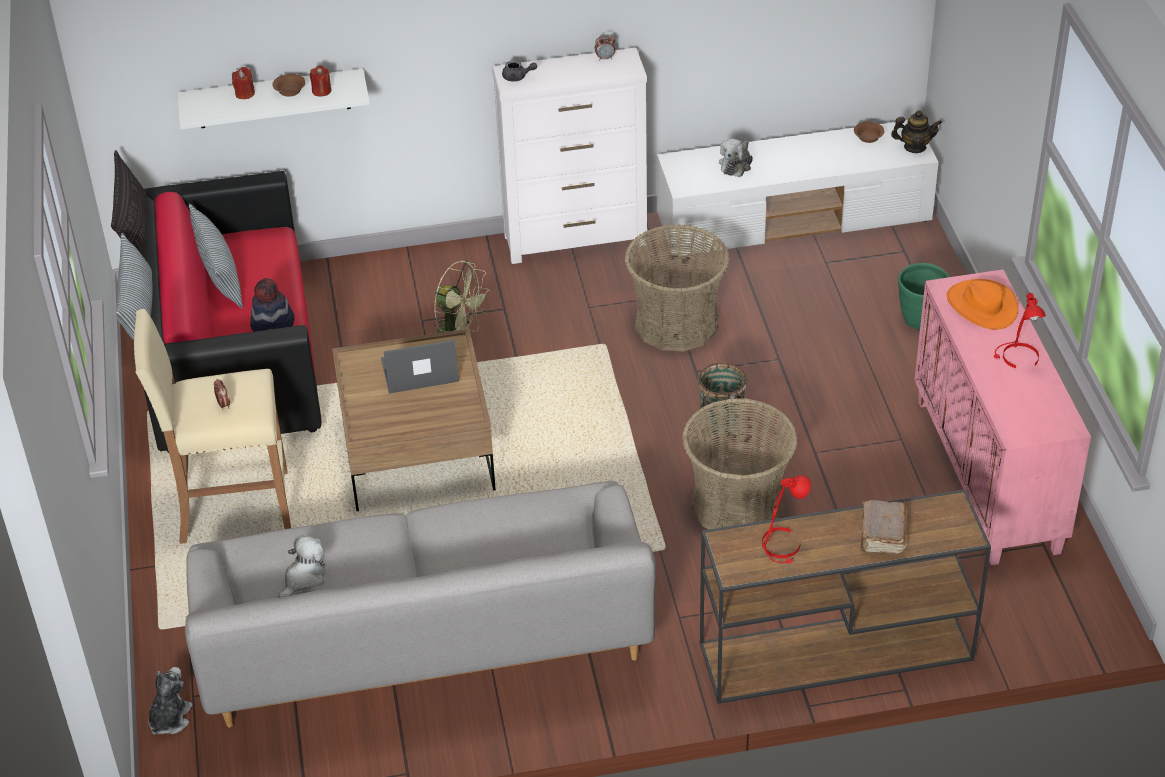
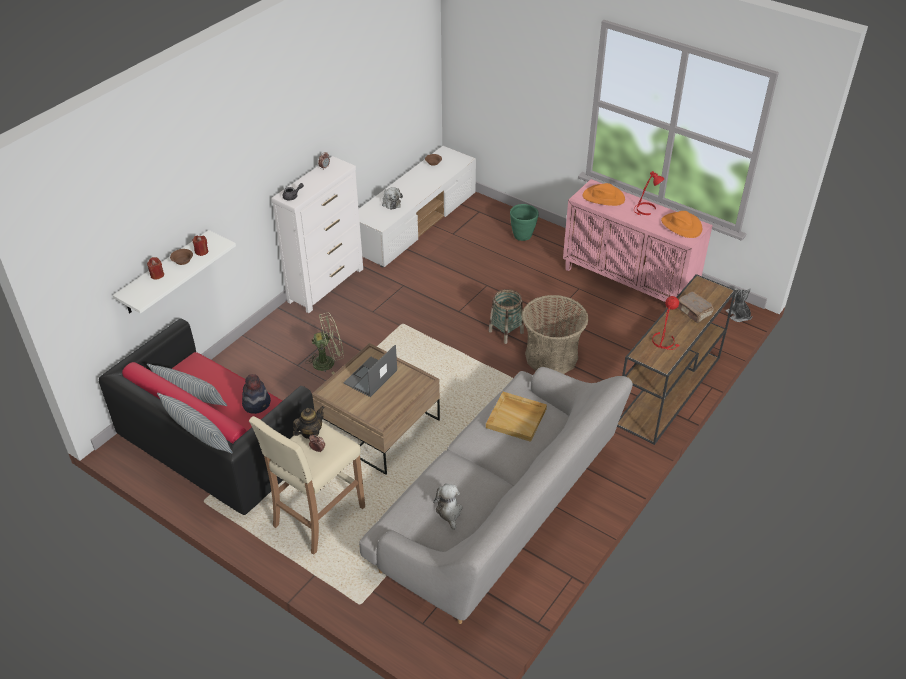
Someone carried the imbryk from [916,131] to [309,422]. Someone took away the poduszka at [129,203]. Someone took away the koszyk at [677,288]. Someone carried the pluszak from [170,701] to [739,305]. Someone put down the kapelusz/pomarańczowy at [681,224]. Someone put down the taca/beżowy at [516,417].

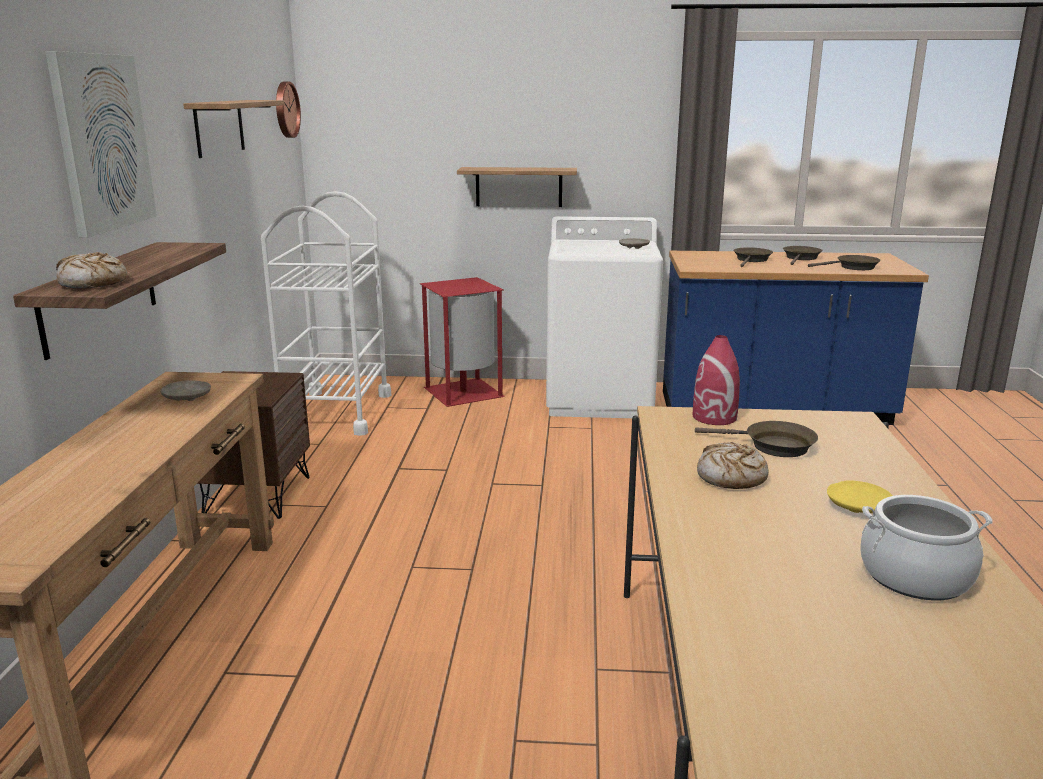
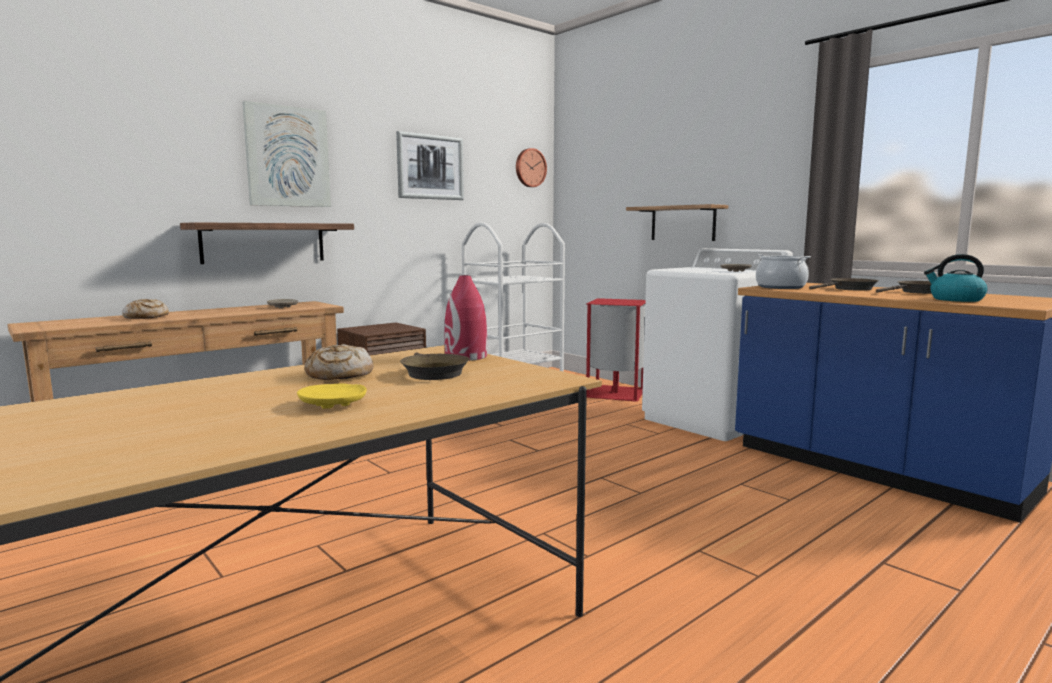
Someone swapped the półka at [234,129] for the obraz at [430,165]. Someone carried the chleb from [91,270] to [145,309]. Someone swapped the patelnia/brązowy at [844,262] for the czajnik at [956,278]. Someone carried the garnek from [926,547] to [783,271].

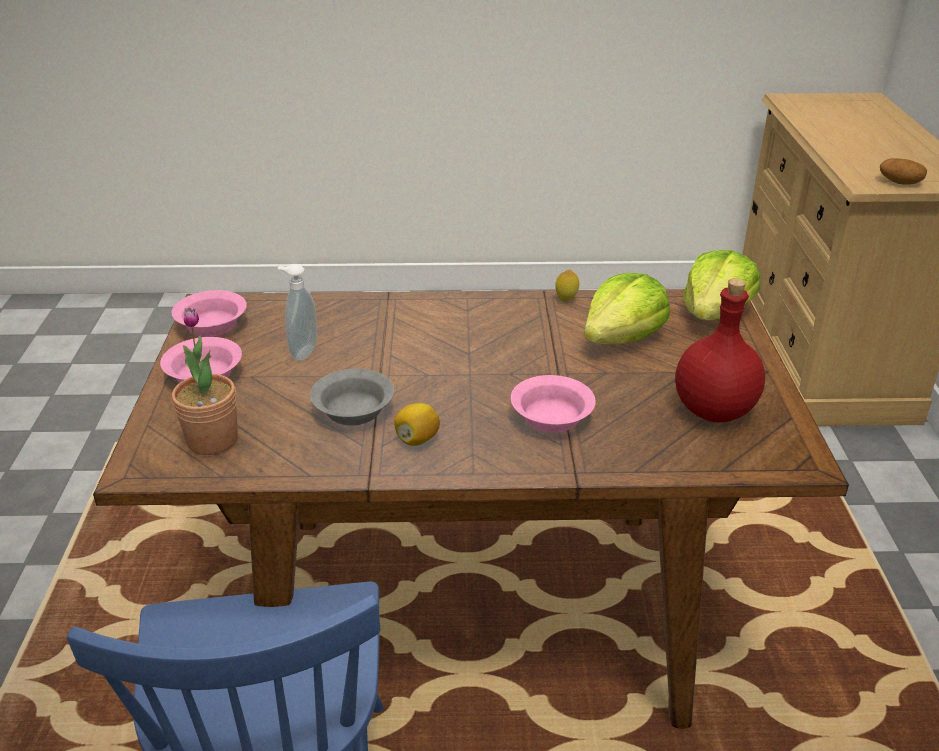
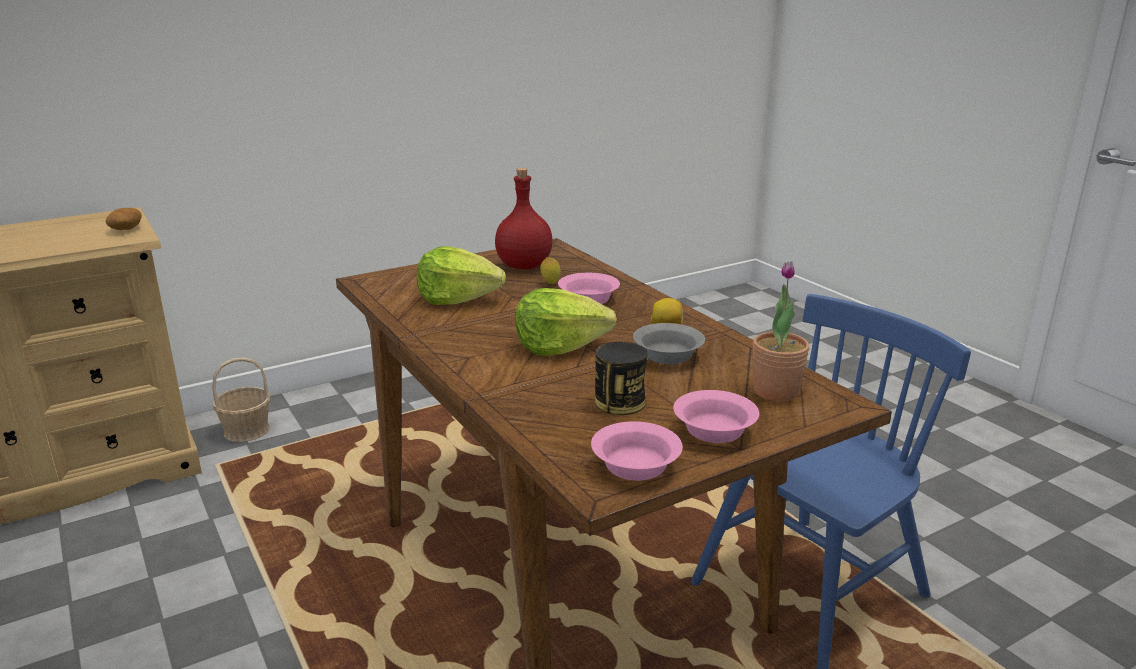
Someone carried the sałata from [721,285] to [566,322]. Someone swapped the dozownik mydła at [297,312] for the puszka at [621,378]. Someone carried the cytryna from [567,285] to [550,270]. Someone put down the koszyk at [241,399].

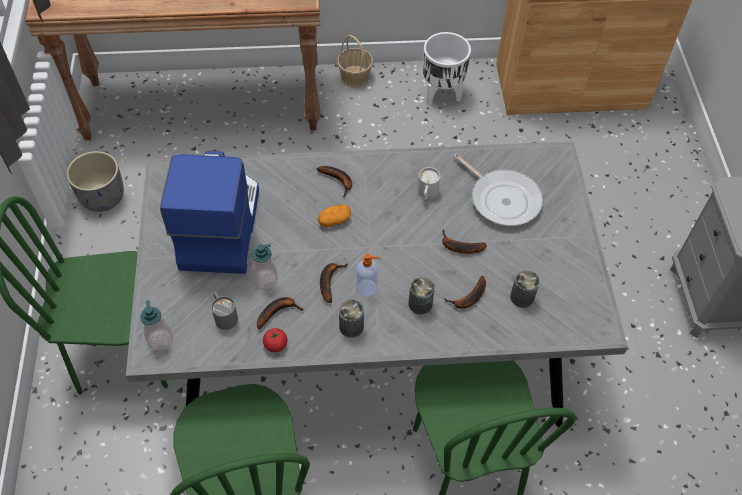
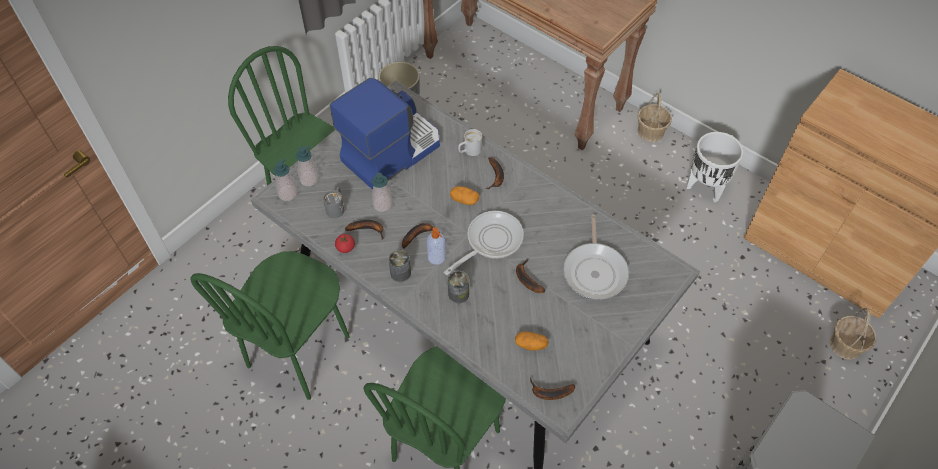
Someone carried the kubek/biały from [429,184] to [470,142]. Someone swapped the puszka at [525,289] for the ziemniak at [531,341]. Someone carried the banan from [465,292] to [553,389]. Someone put down the dozownik mydła at [307,166]. Someone put down the patelnia at [484,243]. Someone put down the koszyk at [853,334].

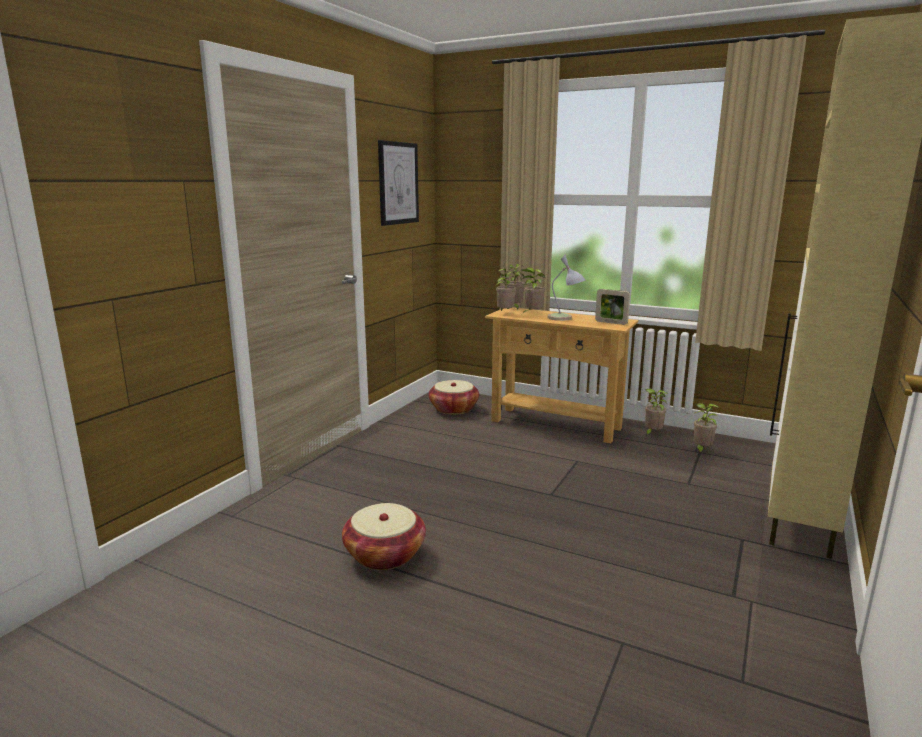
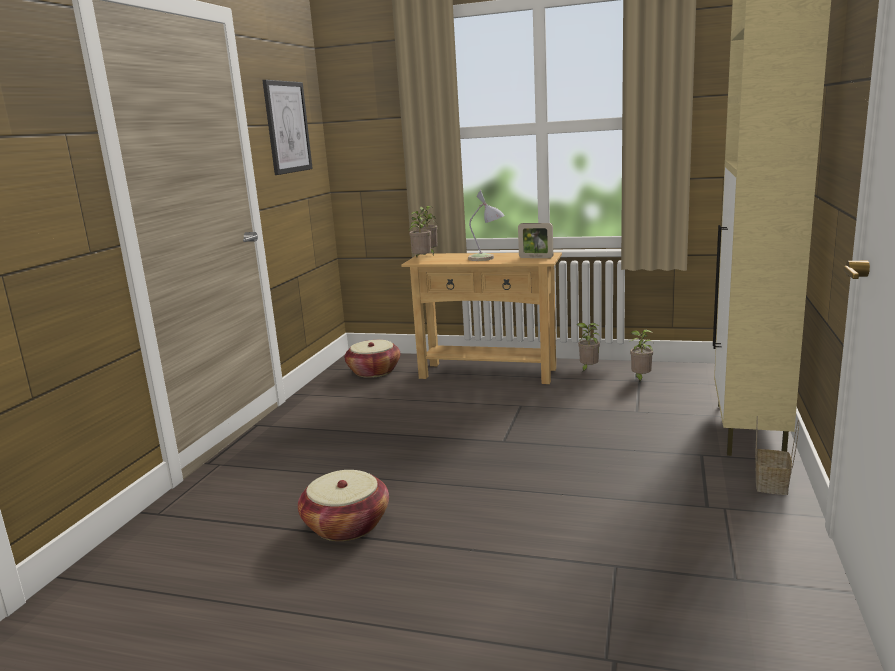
Someone took away the roślina doniczkowa at [533,290]. Someone put down the koszyk at [777,455].

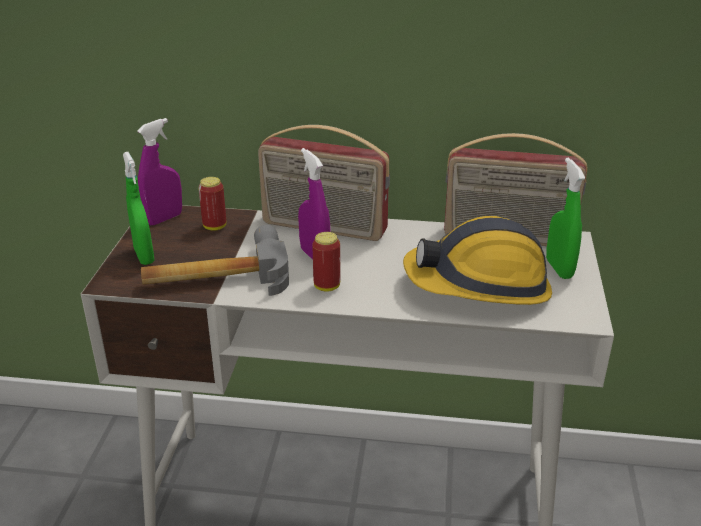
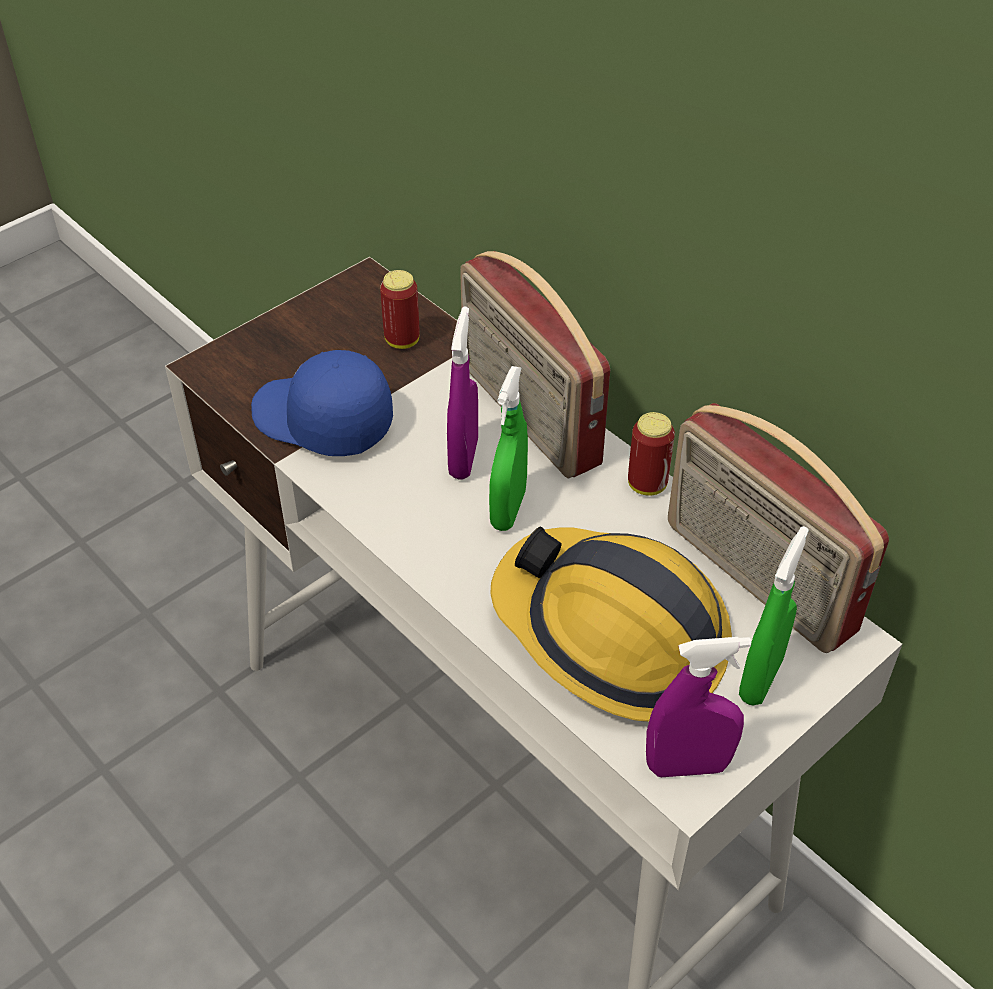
Someone carried the spryskiwacz/fioletowy from [159,171] to [698,707]. Someone carried the spryskiwacz/zielony from [138,208] to [508,448]. Someone swapped the młotek at [215,260] for the czapka z daszkiem/niebieski at [322,403]. Someone carried the puszka from [326,262] to [651,454].

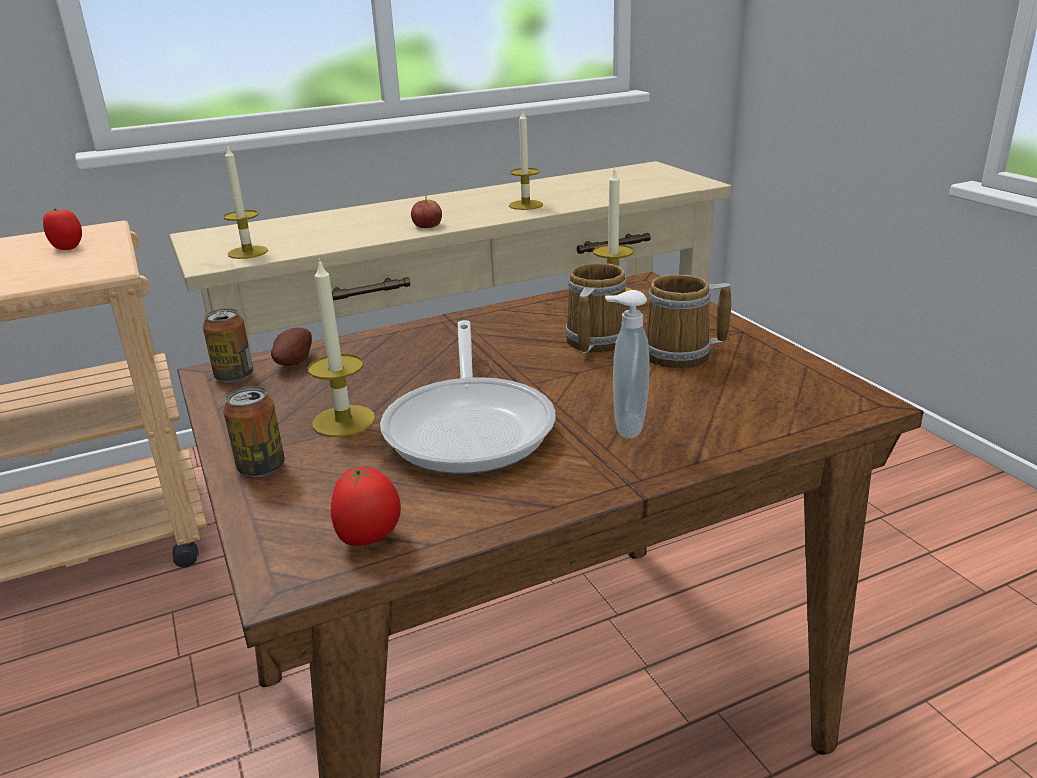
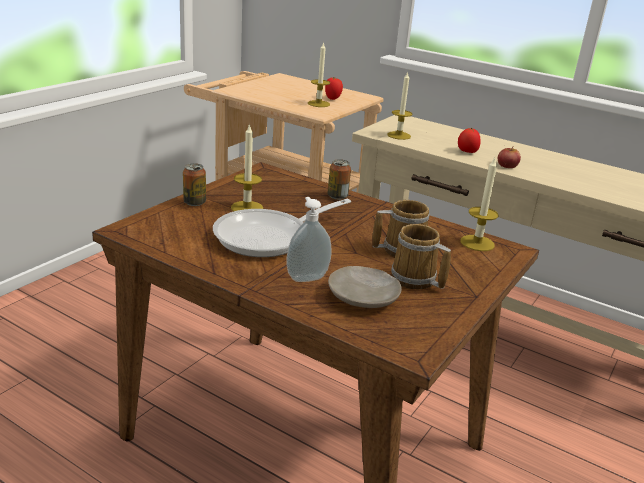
Someone carried the świeca from [526,159] to [319,74]. Someone carried the puszka from [228,345] to [339,179]. Someone took away the ziemniak at [291,347]. Someone carried the pomidor from [366,506] to [469,140]. Someone put down the talerz/beżowy at [365,287].

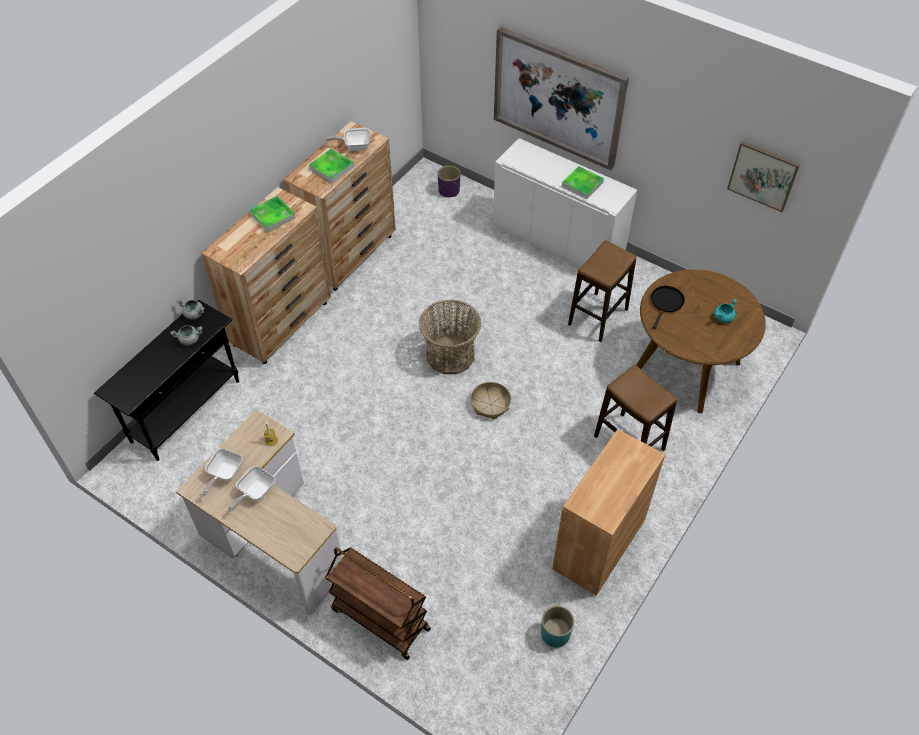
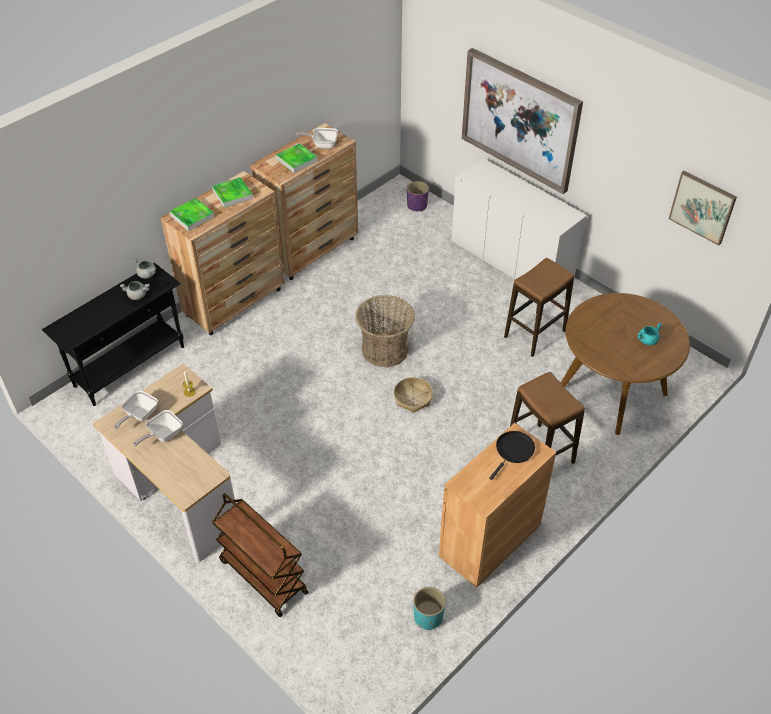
Someone carried the taca from [583,182] to [192,214]. Someone carried the patelnia/czarny from [668,307] to [512,455].

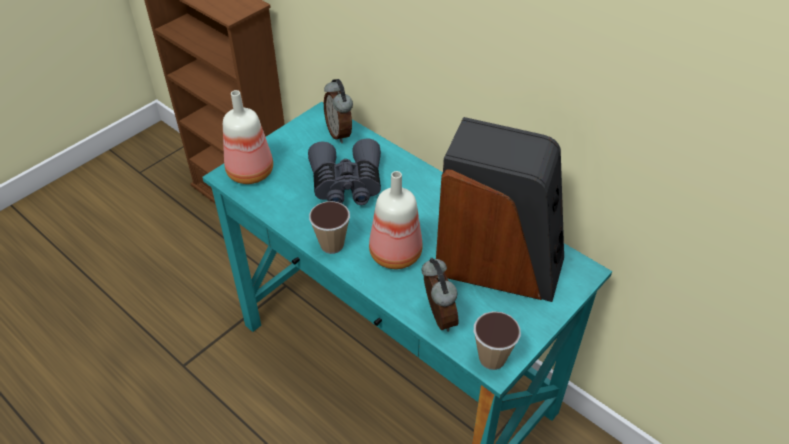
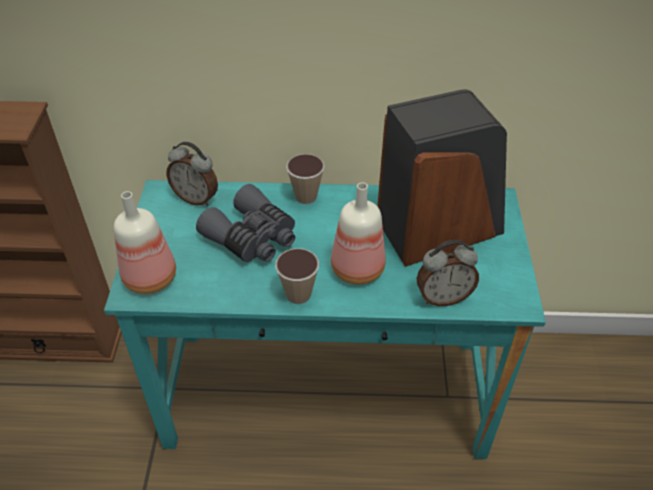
Someone rotated the budzik at [440,295] by 135 degrees clockwise. Someone carried the filiżanka from [497,340] to [305,179].

